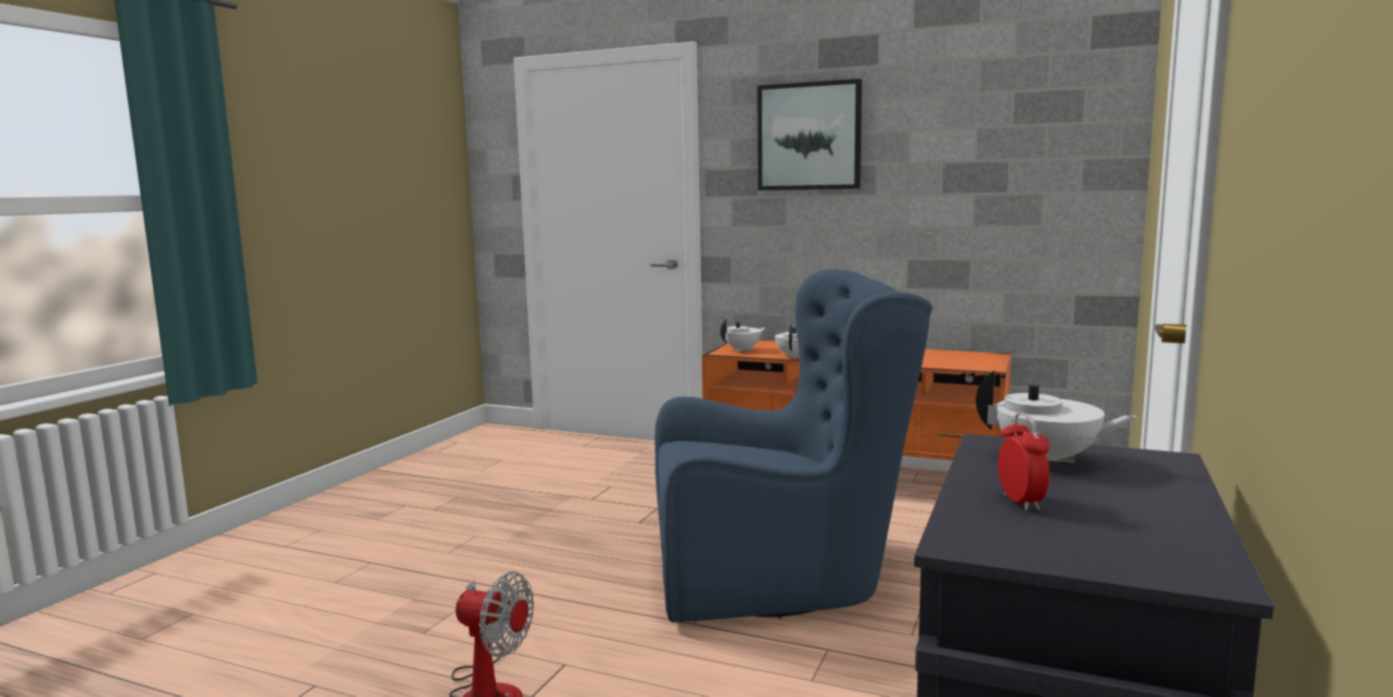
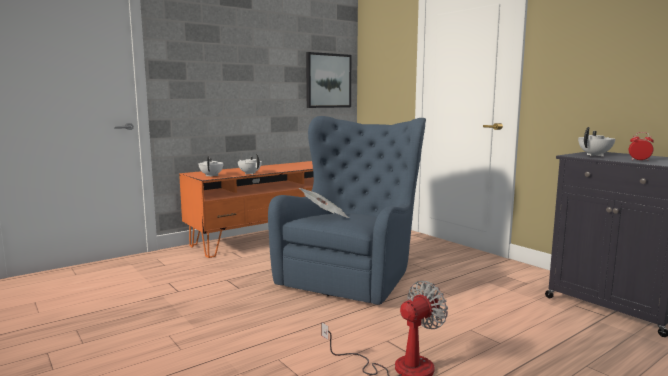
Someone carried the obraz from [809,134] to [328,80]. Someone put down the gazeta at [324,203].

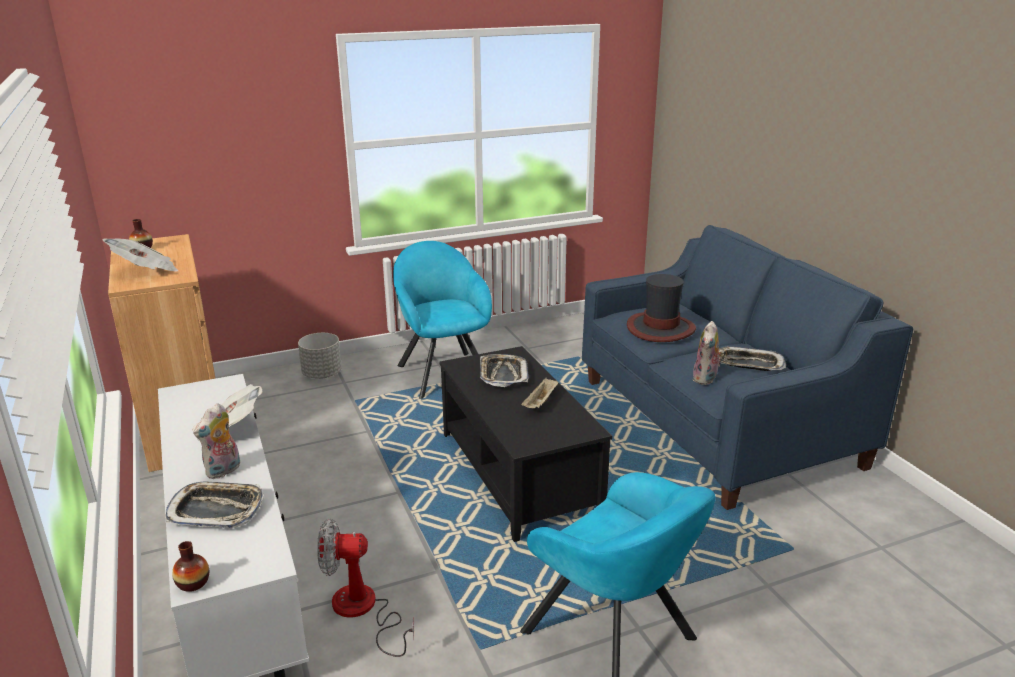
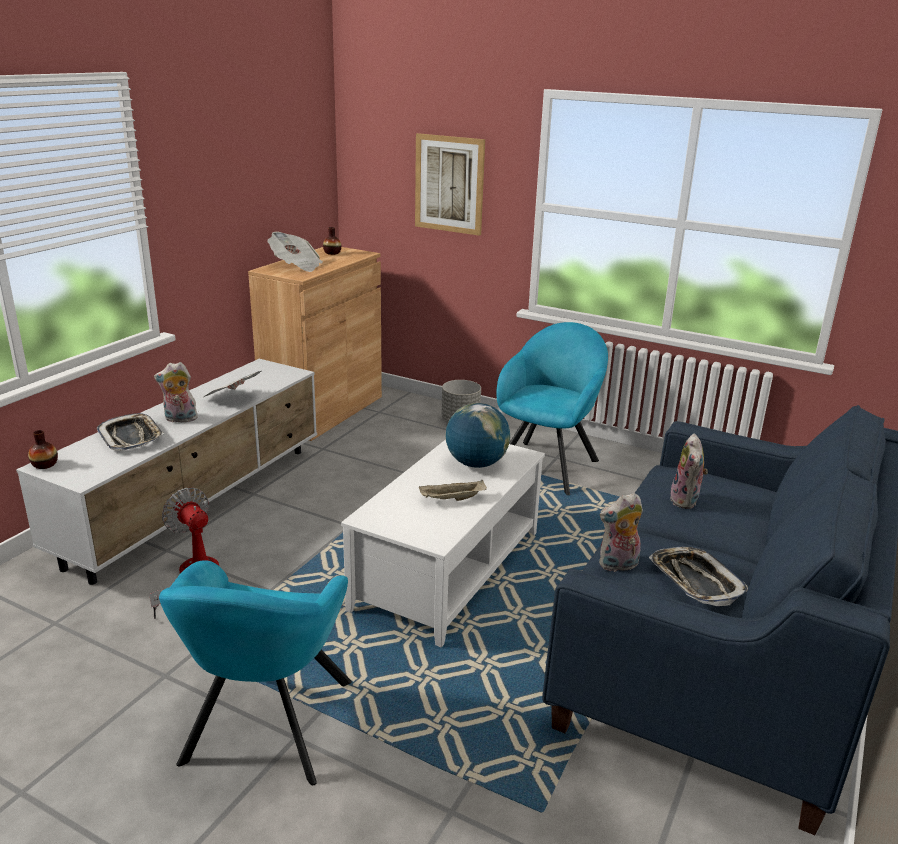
Someone swapped the kapelusz at [661,308] for the pluszak at [688,471]. Someone repainted the ława/czarny at [526,444], which became the ława/biały at [443,543]. Someone swapped the taca at [504,370] for the globus at [477,435]. Someone put up the obraz at [450,184].

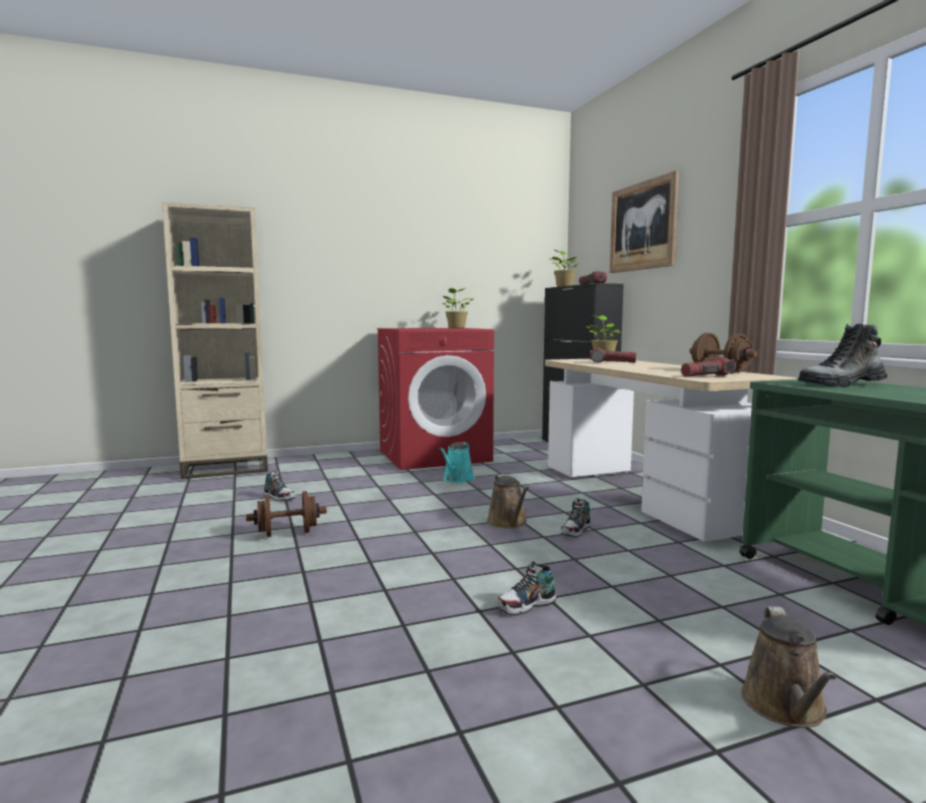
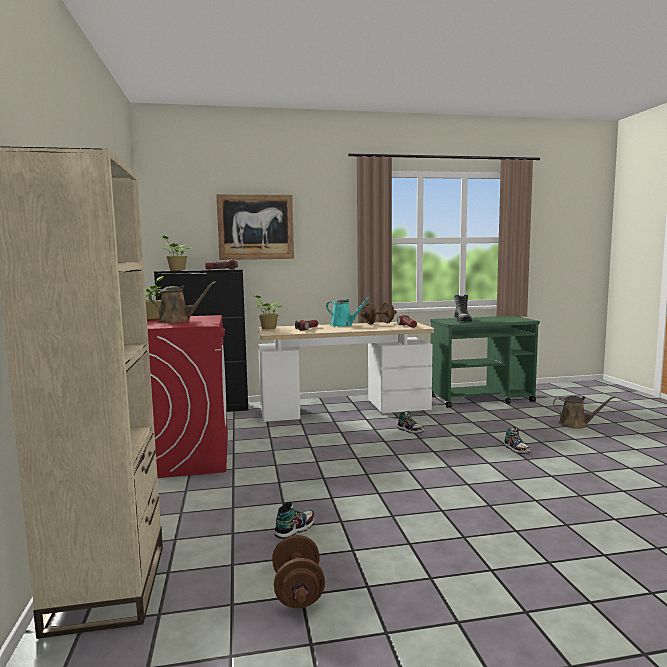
Someone carried the konewka/turkusowy from [457,462] to [348,312]. Someone carried the konewka/brązowy from [508,501] to [182,302]. Someone carried the hantel/brązowy from [286,514] to [298,571].

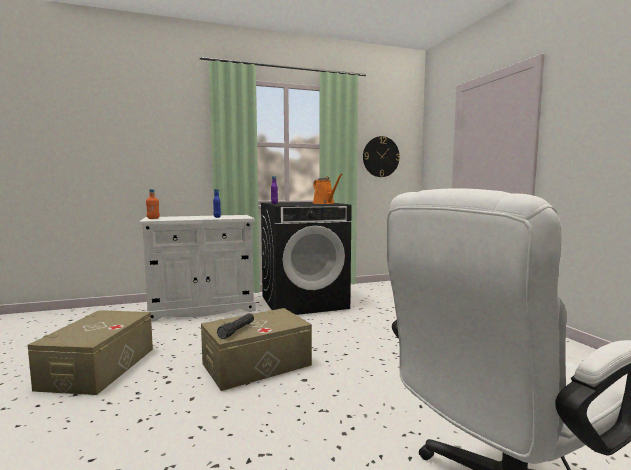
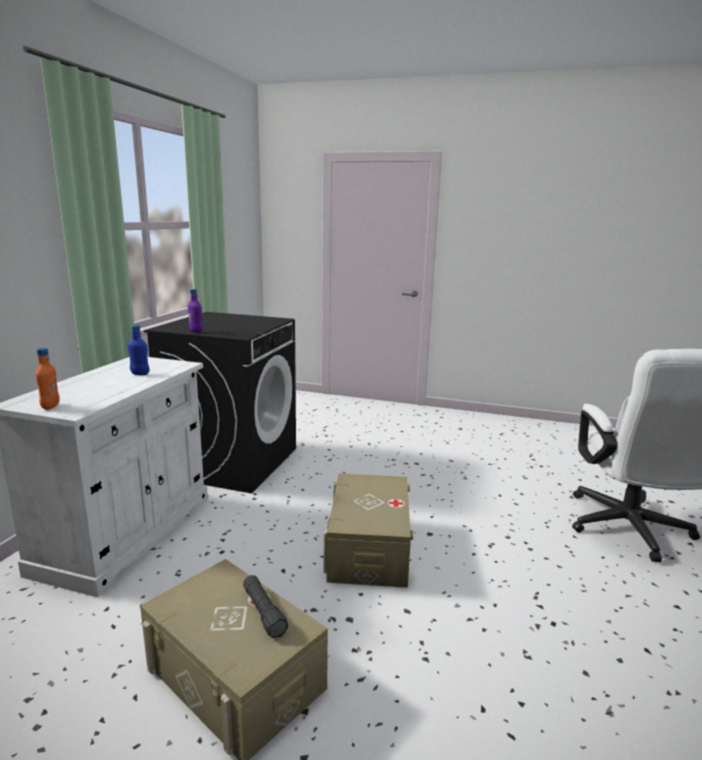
Someone took away the zegar ścienny at [381,156]. Someone took away the konewka/pomarańczowy at [328,189]. Someone carried the latarka/czarny from [235,326] to [265,606].

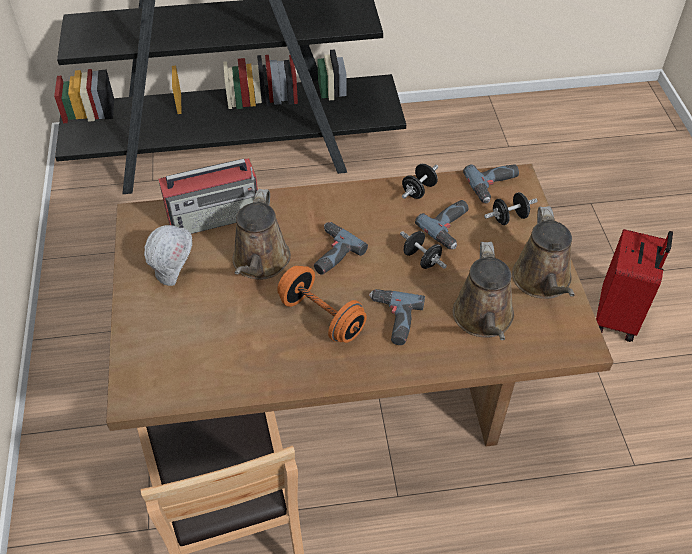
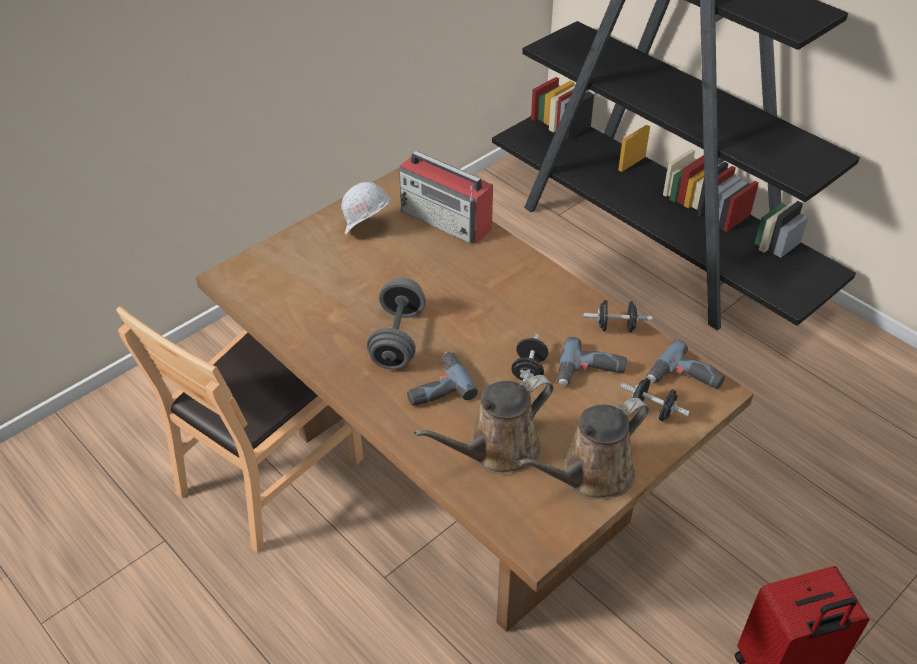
Someone took away the konewka/brązowy at [261,234]. Someone took away the wiertarka at [341,248]. Someone repainted the hantel/pomarańczowy at [322,304], which became the hantel/szary at [396,323].

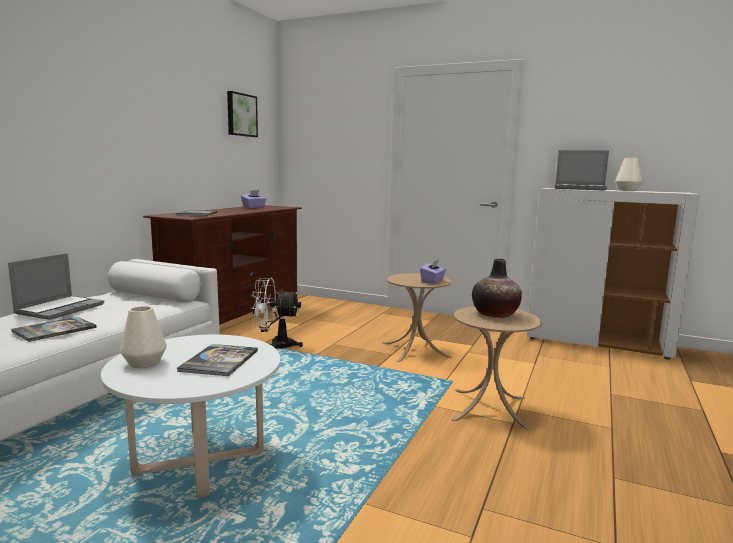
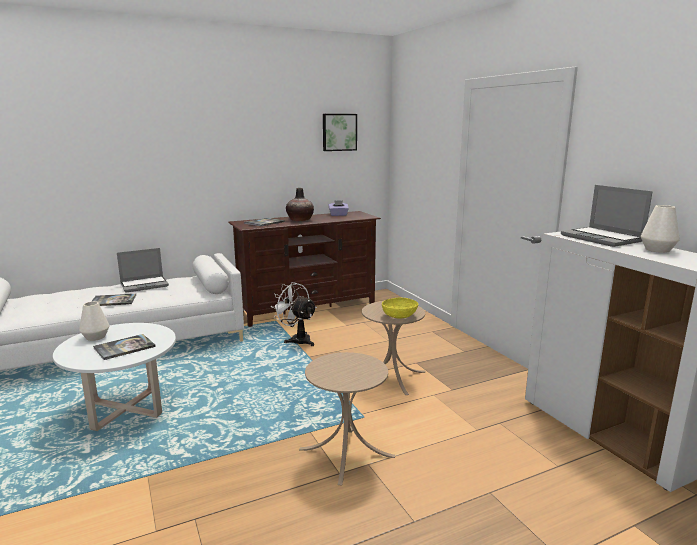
Someone carried the wazon from [497,288] to [300,204]. Someone swapped the pudełko chusteczek/fioletowy at [433,272] for the miska/żółty at [400,308].

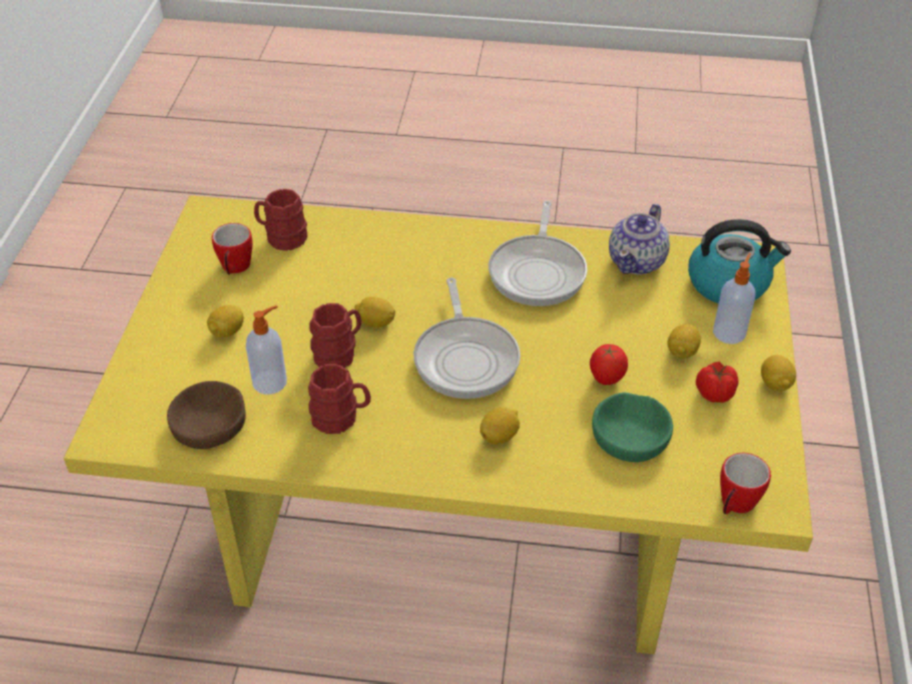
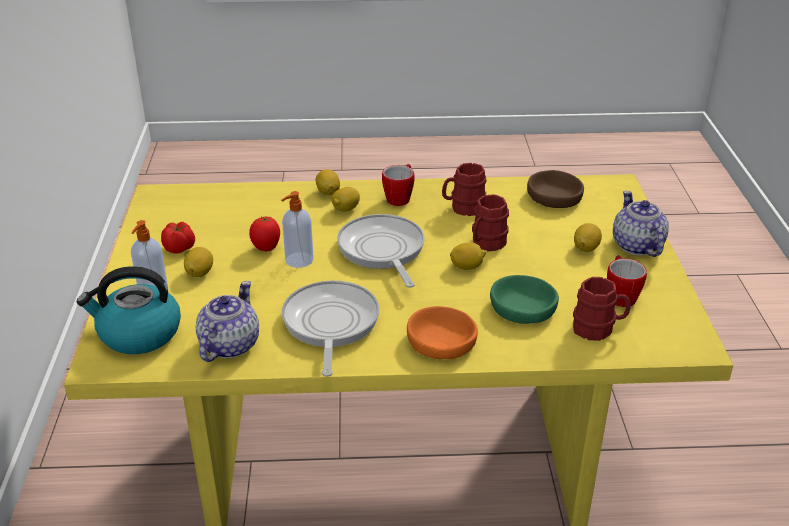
Someone carried the dozownik mydła from [266,350] to [297,229]. Someone carried the cytryna from [778,373] to [328,182]. Someone carried the miska/zielony from [632,427] to [524,299]. Someone carried the kubek from [745,483] to [398,185]. Someone put down the imbryk at [641,224]. Someone put down the miska/pomarańczowy at [442,332].

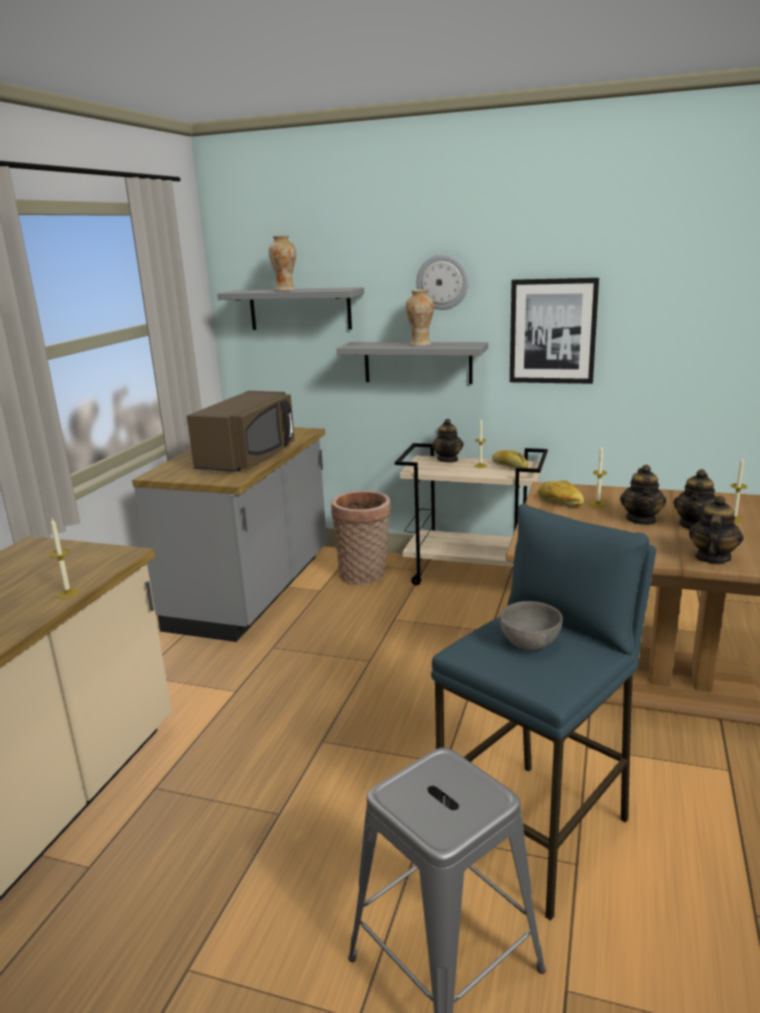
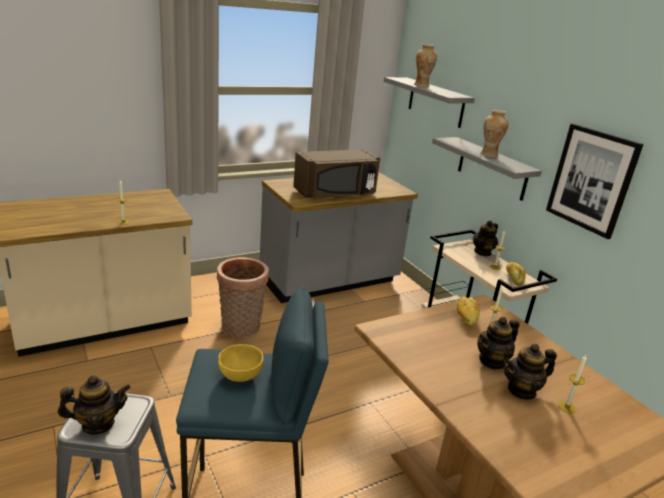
Someone took away the zegar ścienny at [442,282]. Someone carried the koszyk from [361,538] to [243,297]. Someone carried the imbryk from [716,529] to [94,405]. Someone repainted the miska/szary at [531,626], which became the miska/żółty at [241,363].

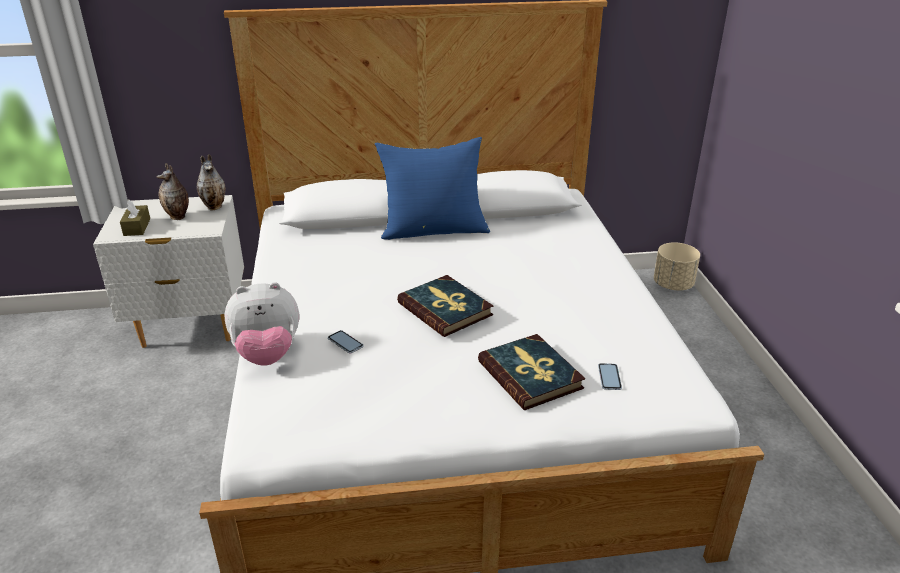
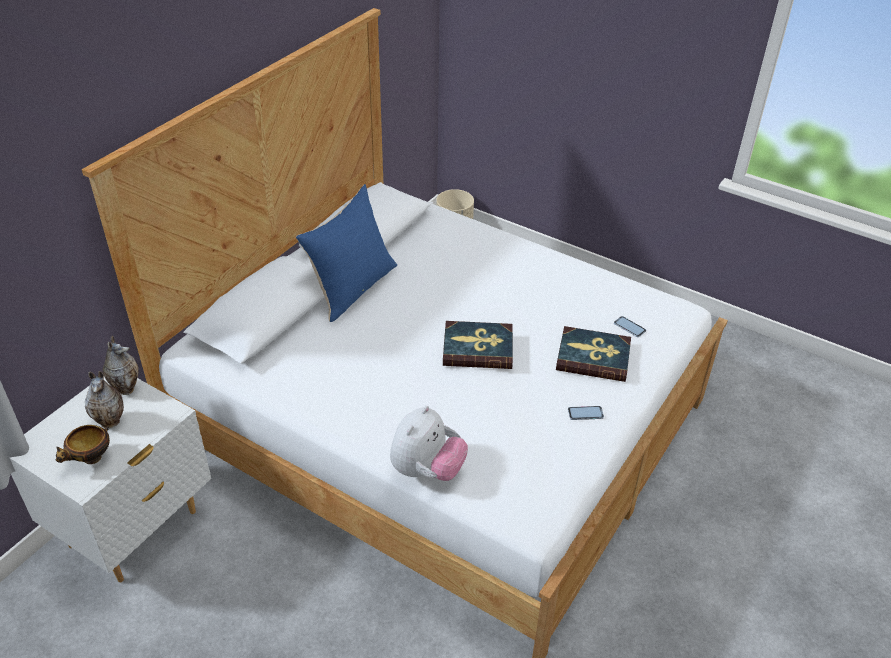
Someone swapped the pudełko chusteczek/brązowy at [135,217] for the miska at [83,444]. Someone carried the telefon from [345,341] to [586,413].

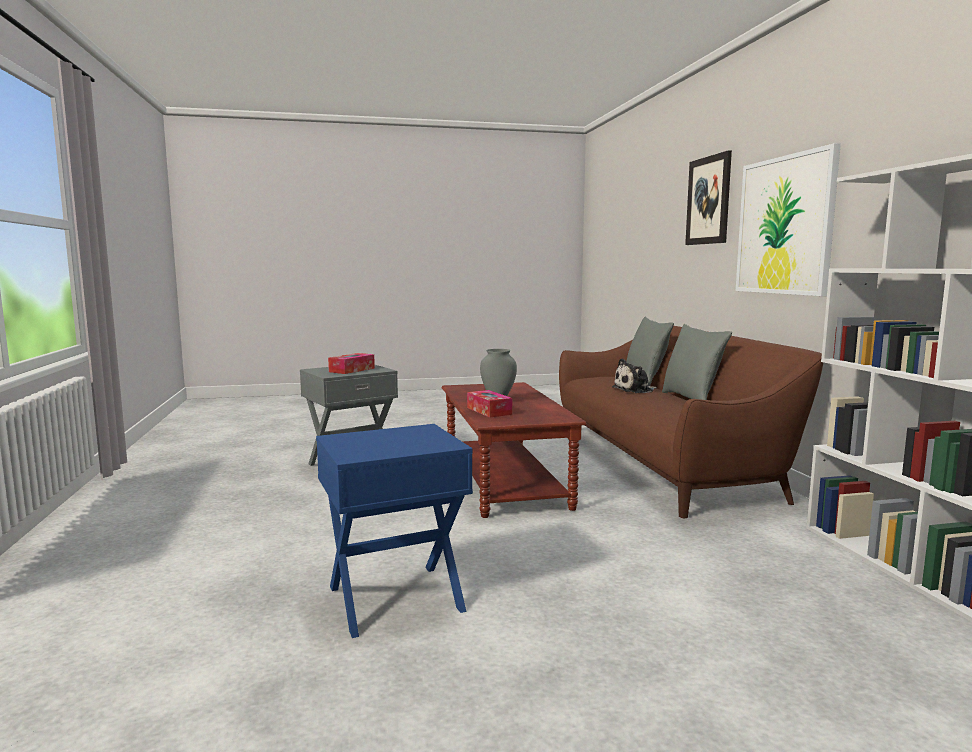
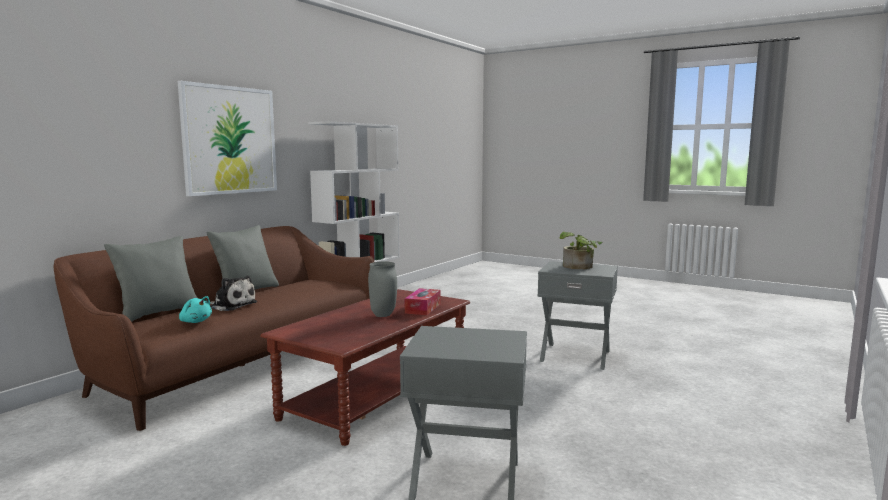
Someone took away the obraz at [708,197]. Someone took away the pudełko chusteczek at [351,363]. Someone repainted the stolik/niebieski at [394,531], which became the stolik/szary at [577,315]. Someone put down the roślina doniczkowa at [580,250]. Someone put down the pluszak/turkusowy at [195,309].

